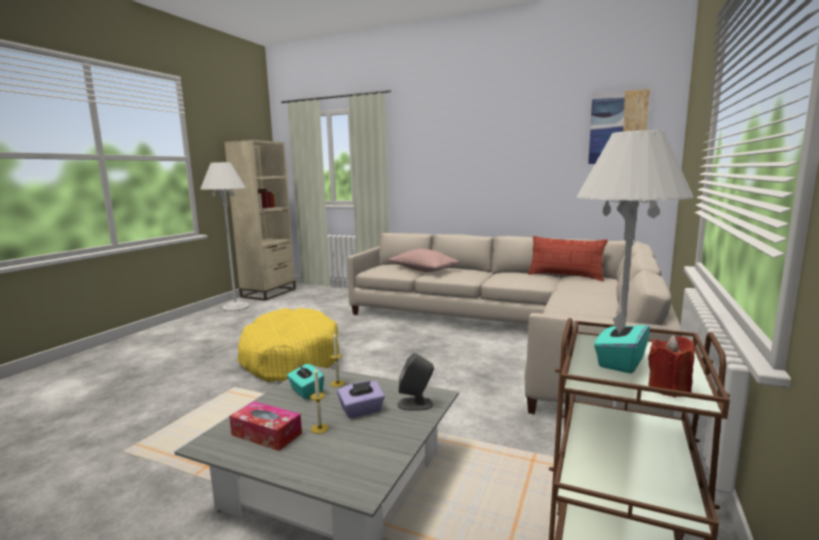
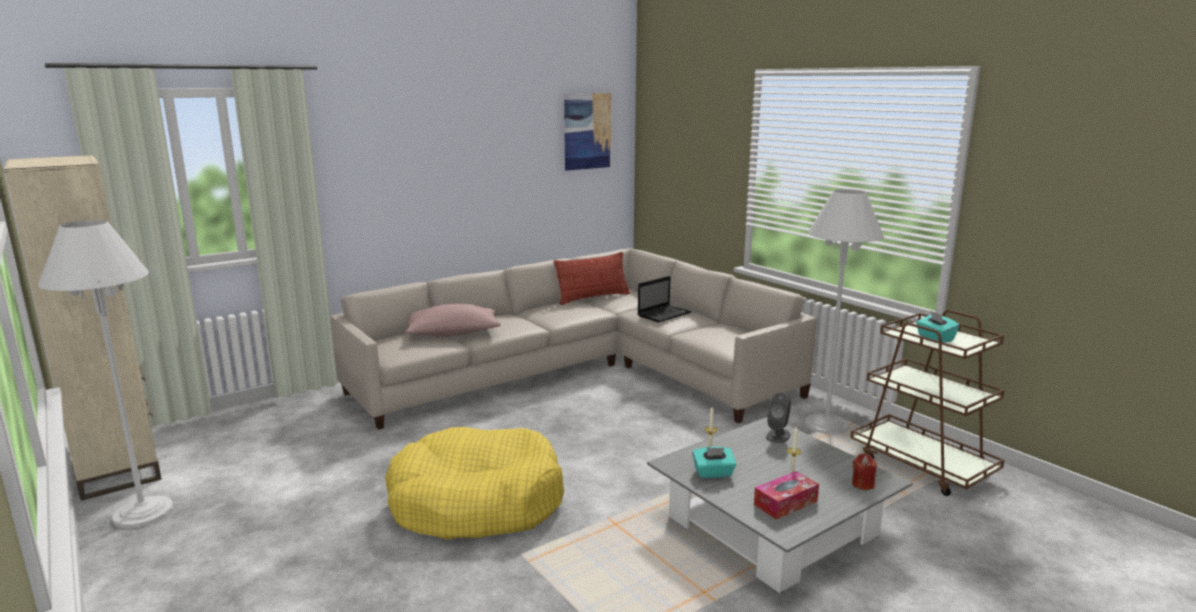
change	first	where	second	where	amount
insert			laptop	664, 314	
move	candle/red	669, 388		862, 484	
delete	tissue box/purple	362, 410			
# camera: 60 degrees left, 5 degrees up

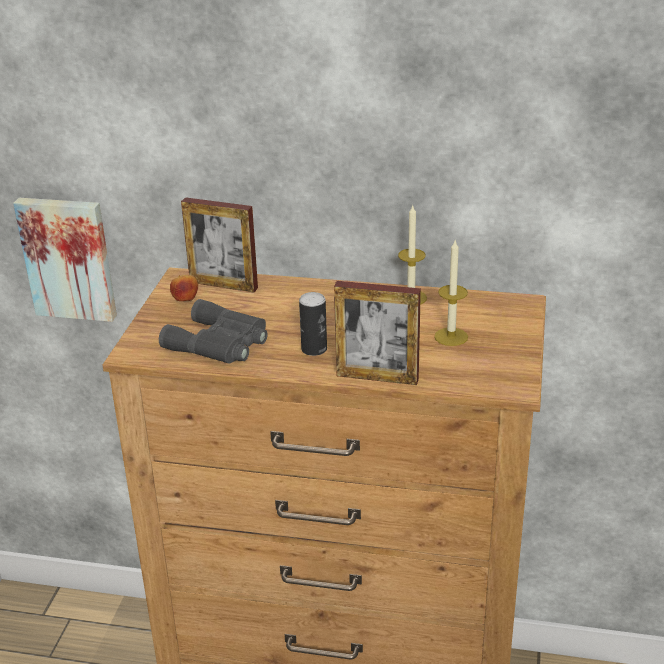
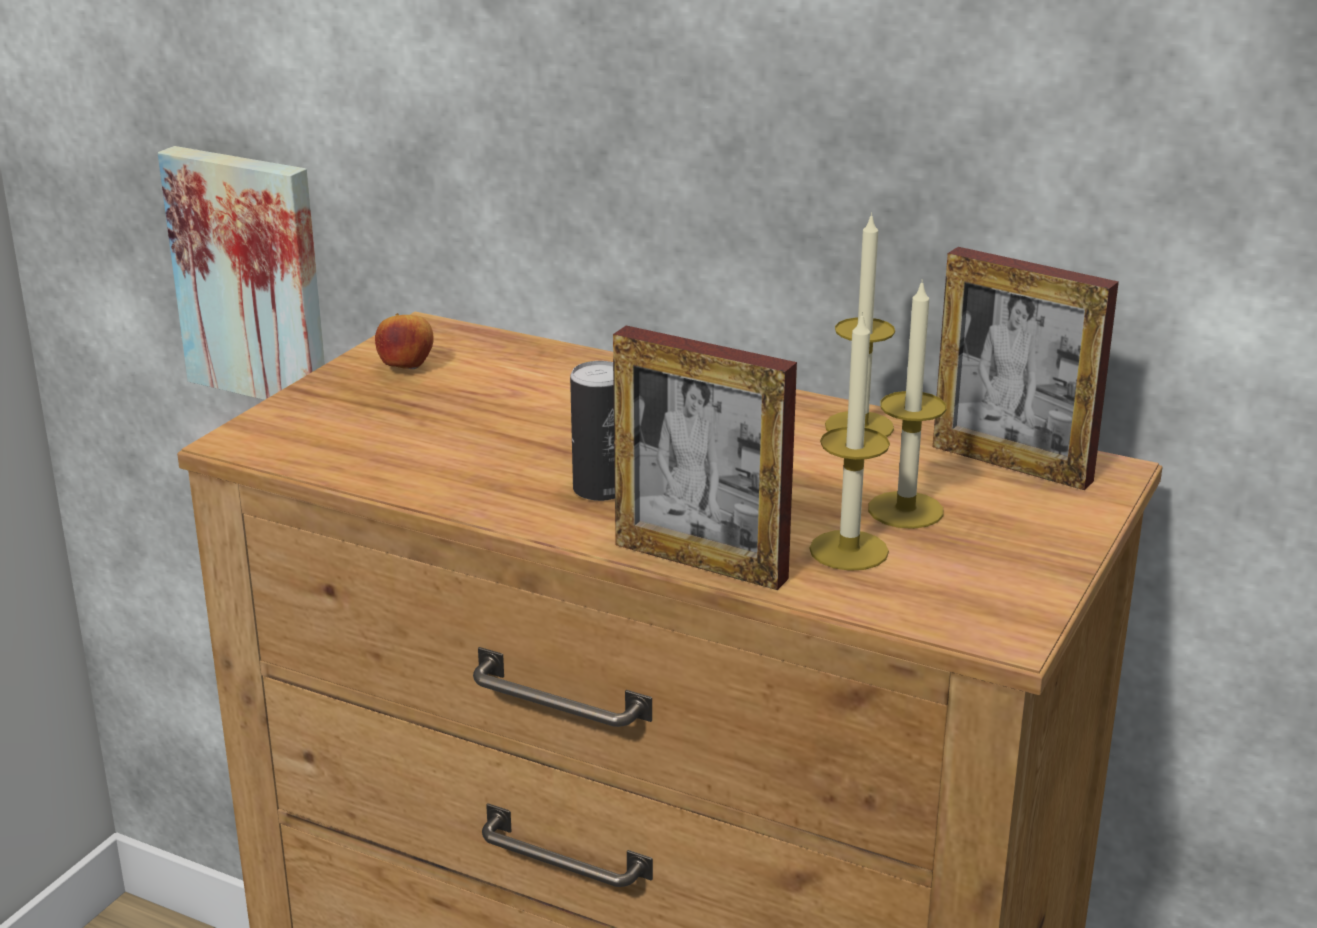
change	first	where	second	where	amount
insert			candle	849, 550	
move	picture frame	223, 285		1011, 464	
delete	binoculars/grey	219, 343			
# camera: 15 degrees right, 5 degrees down

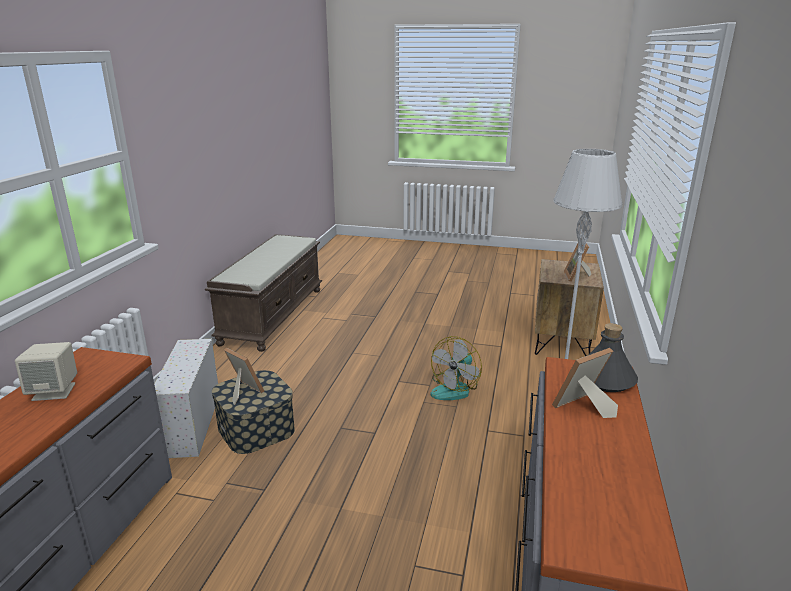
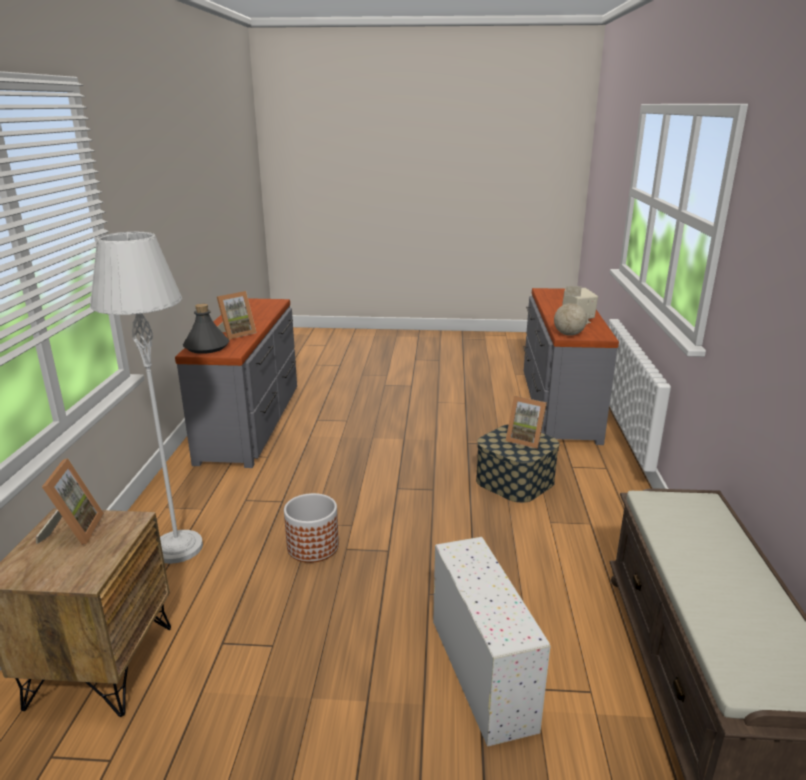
change	first	where	second	where	amount
replace	fan	455, 388	planter	312, 547	
move	storage box/white	192, 424		480, 670	
insert			globe	569, 334	
# camera: 170 degrees right, 0 degrees up

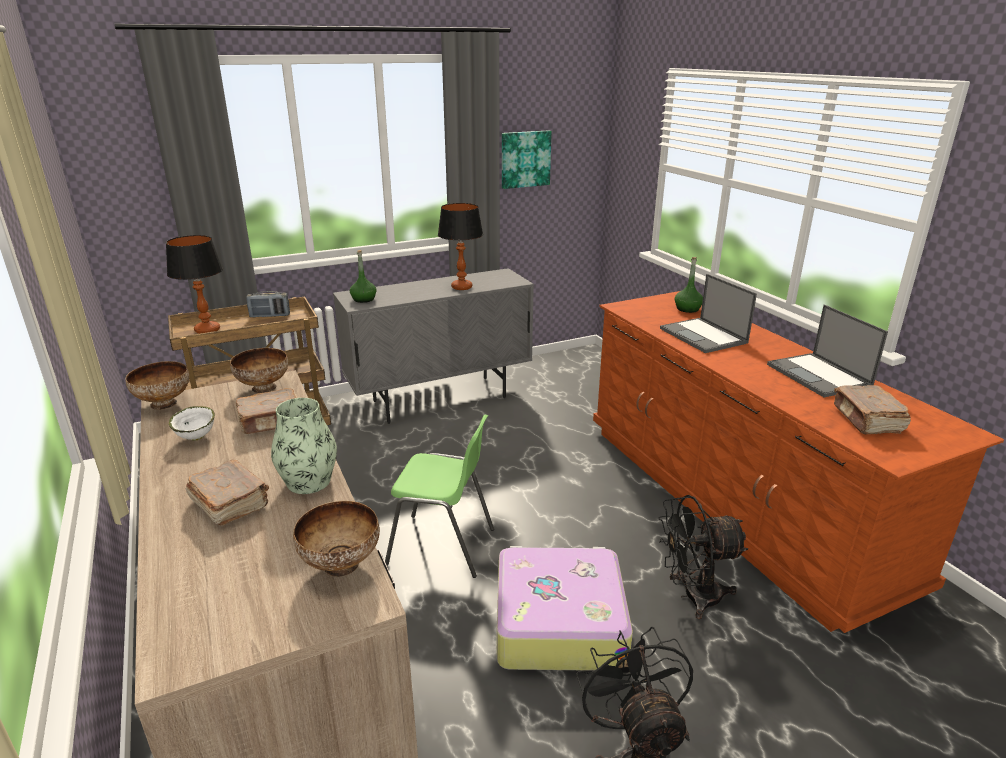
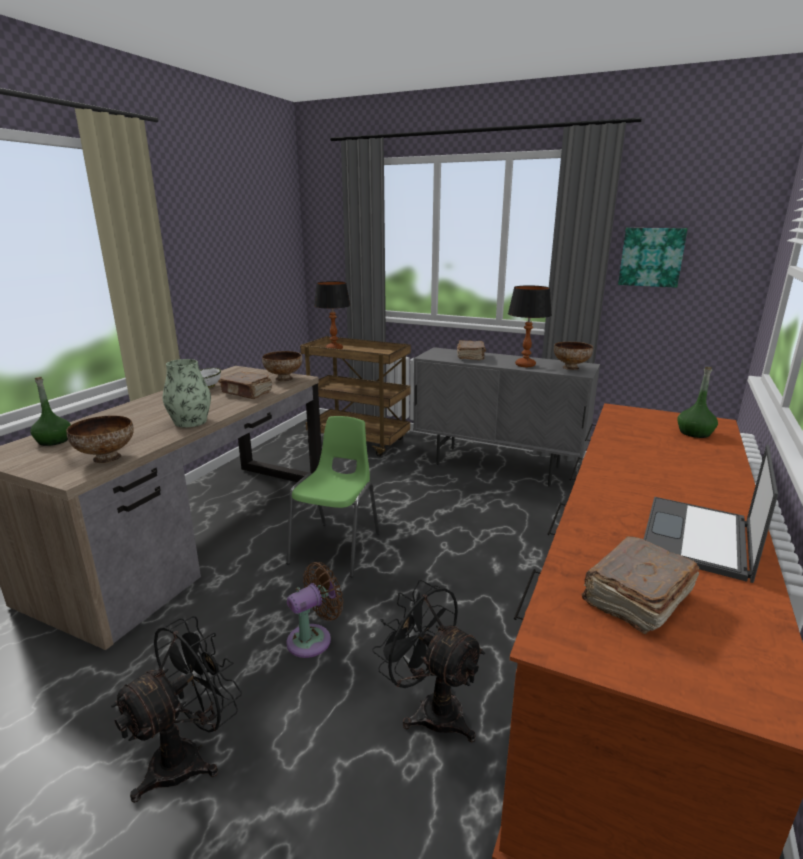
change	first	where	second	where	amount
move	bottle/green	363, 299		53, 441	
rotate	chair/green	442, 546		337, 548	135 degrees counterclockwise
replace	suitcase	558, 621	fan/brown	313, 639	
move	book/brown	230, 503		471, 357	
move	bowl	164, 404		571, 368	
delete	radio	270, 316			
delete	laptop	704, 336			
# camera: 50 degrees right, 5 degrees down

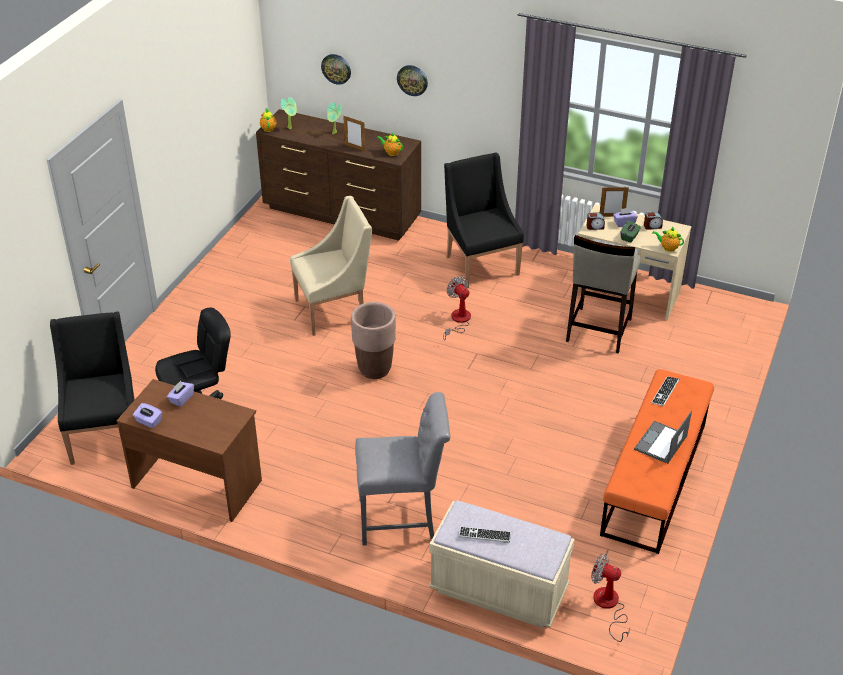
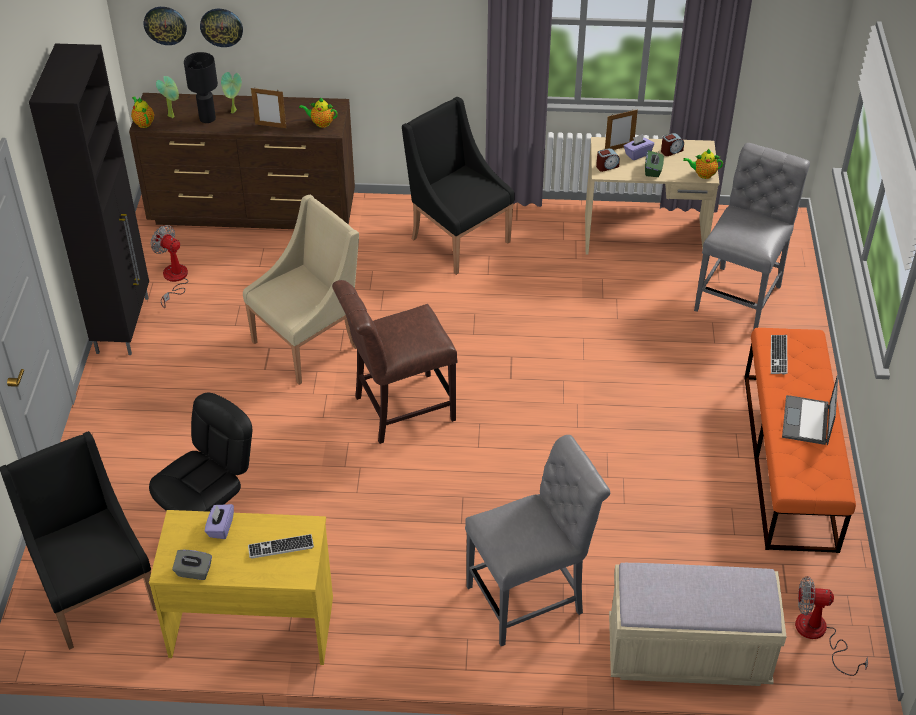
change	first	where	second	where	amount
insert			cabinet/black	123, 324	
move	wall clock	412, 80		165, 25	
recolor	desk/brown	197, 483	desk/yellow	251, 625	
move	fan	458, 321		174, 280	
recolor	tissue box/purple	148, 421	tissue box/grey	194, 572	
insert			table lamp/black	207, 118	
move	keyboard	484, 535		281, 547	
replace	planter/brown	374, 369	chair/brown	398, 409	
insert			chair/grey	741, 295	
delete	stool/beige	598, 330			
# camera: 20 degrees left, 5 degrees up

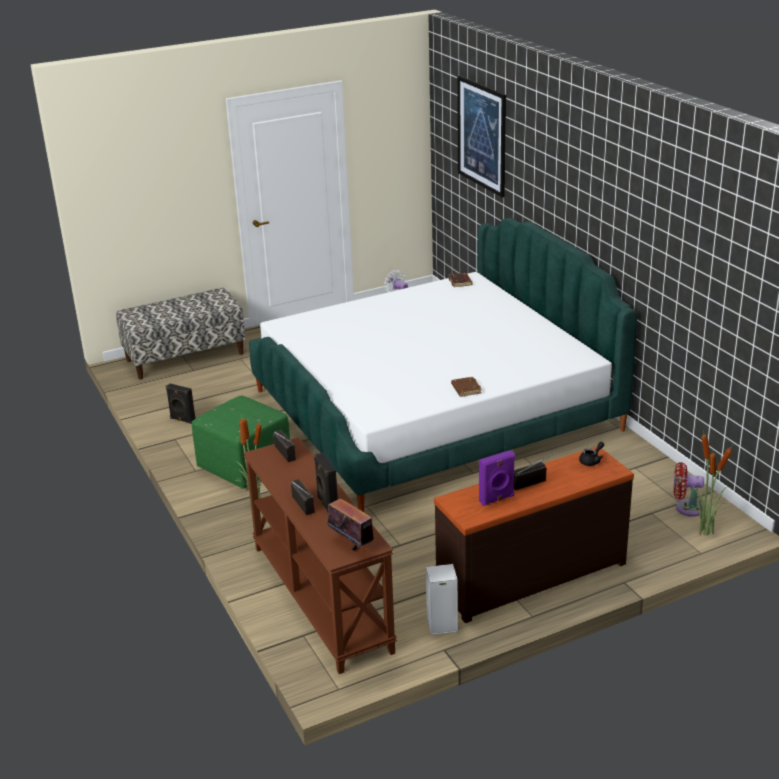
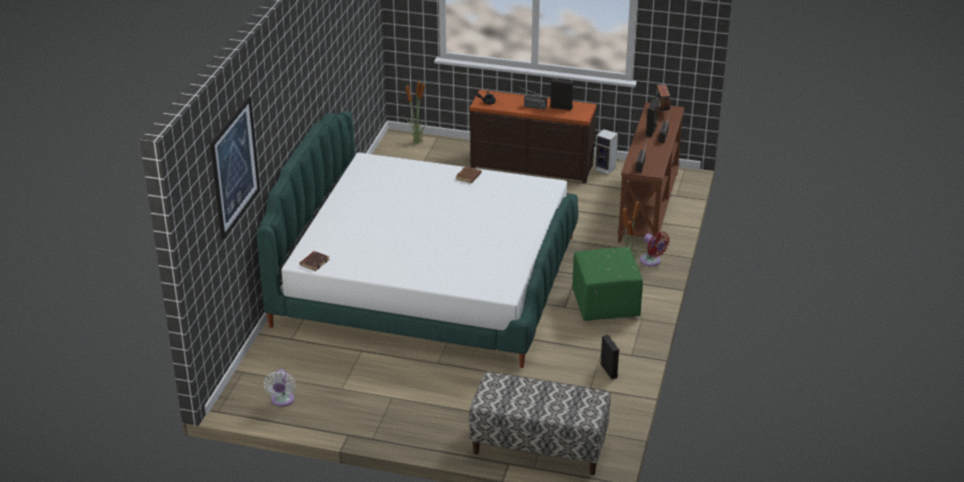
change	first	where	second	where	amount
recolor	speaker/purple	497, 499	speaker/black	561, 107	
move	fan/red	686, 508		652, 261	
# camera: 140 degrees left, 5 degrees up

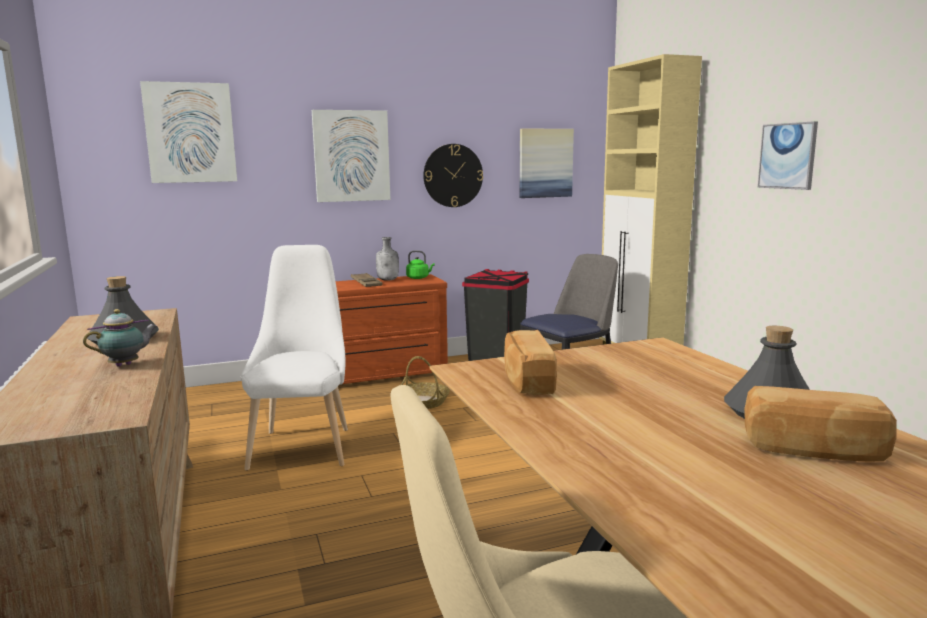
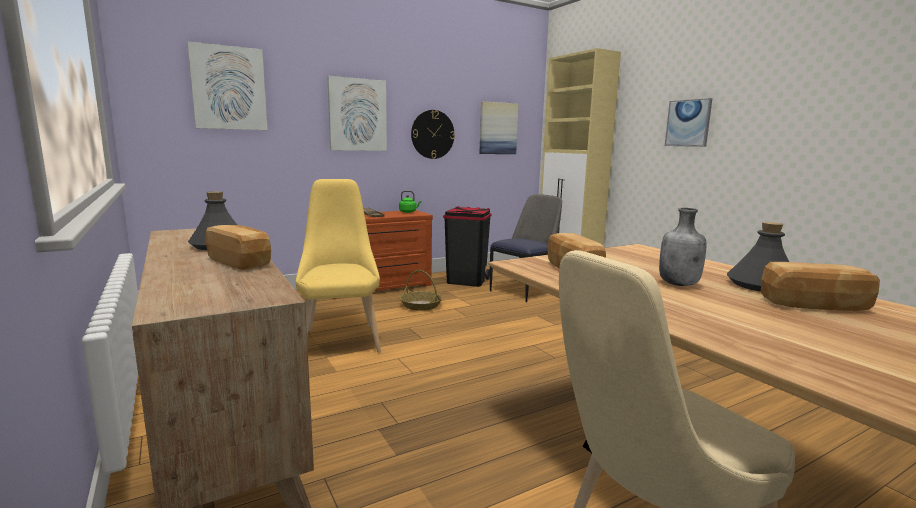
change	first	where	second	where	amount
replace	teapot	126, 365	bread	240, 262	
recolor	chair/white	303, 445	chair/yellow	340, 338	
move	bottle/grey	388, 280		679, 284	
# camera: 10 degrees left, 0 degrees up

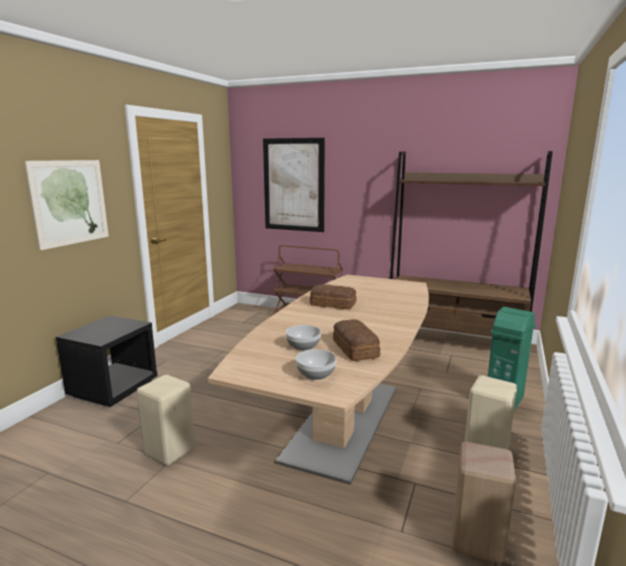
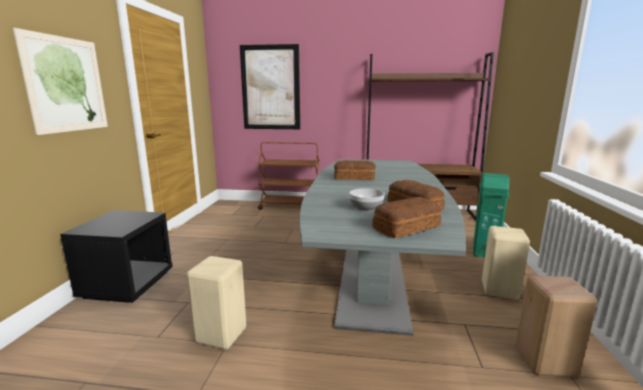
change	first	where	second	where	amount
recolor	dining table/brown	344, 421	dining table/grey	372, 283	
replace	bowl	315, 374	bread	404, 227	
# camera: 15 degrees left, 0 degrees up

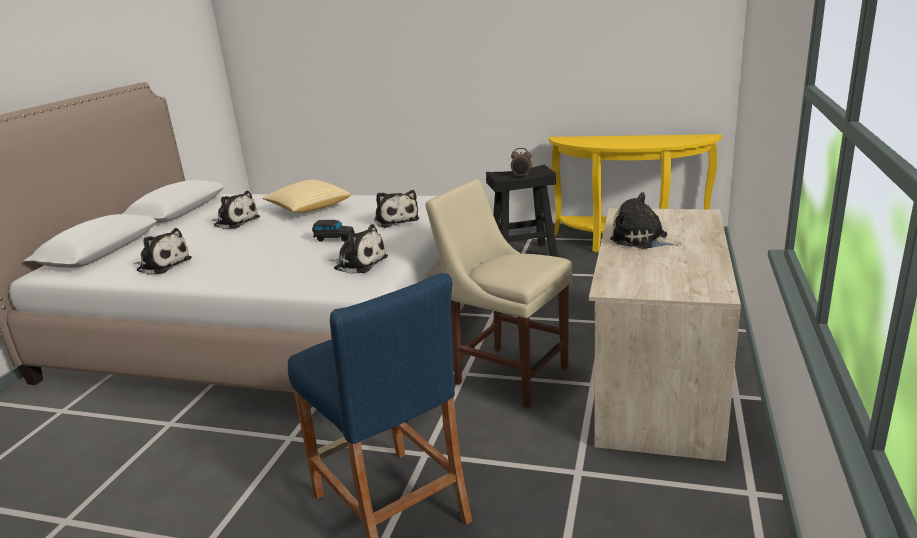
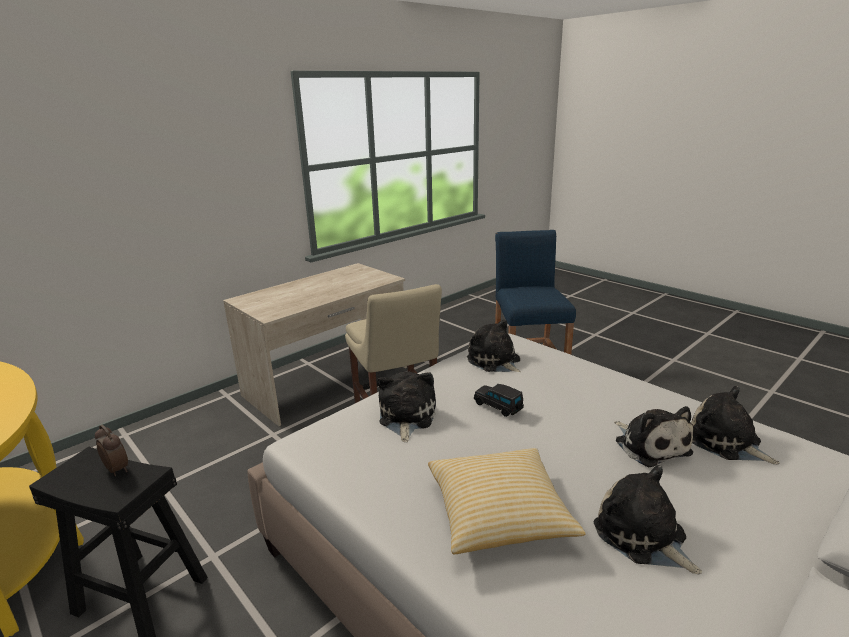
change	first	where	second	where	amount
move	plush toy	642, 239		650, 445	
# camera: 150 degrees left, 0 degrees up

